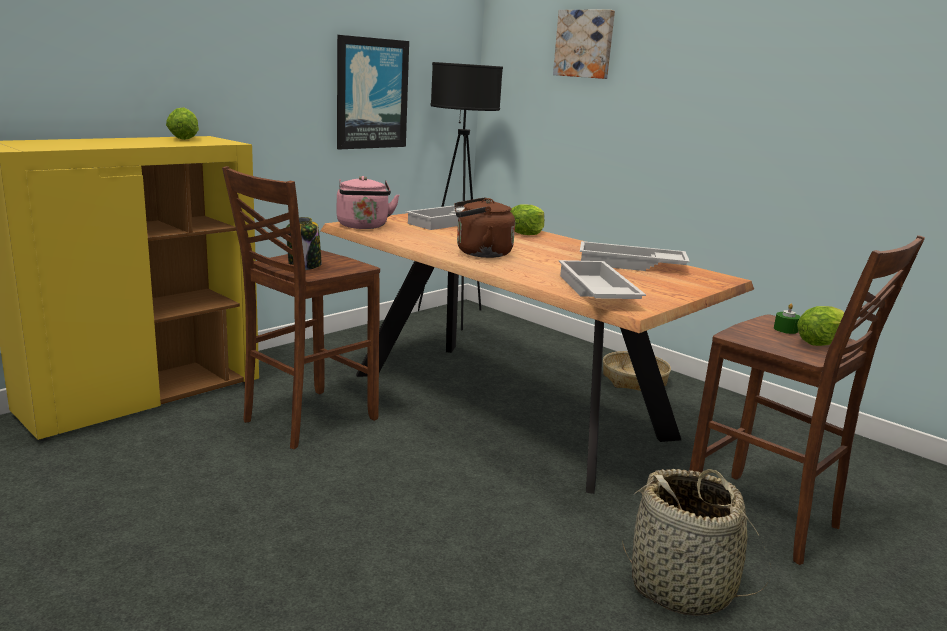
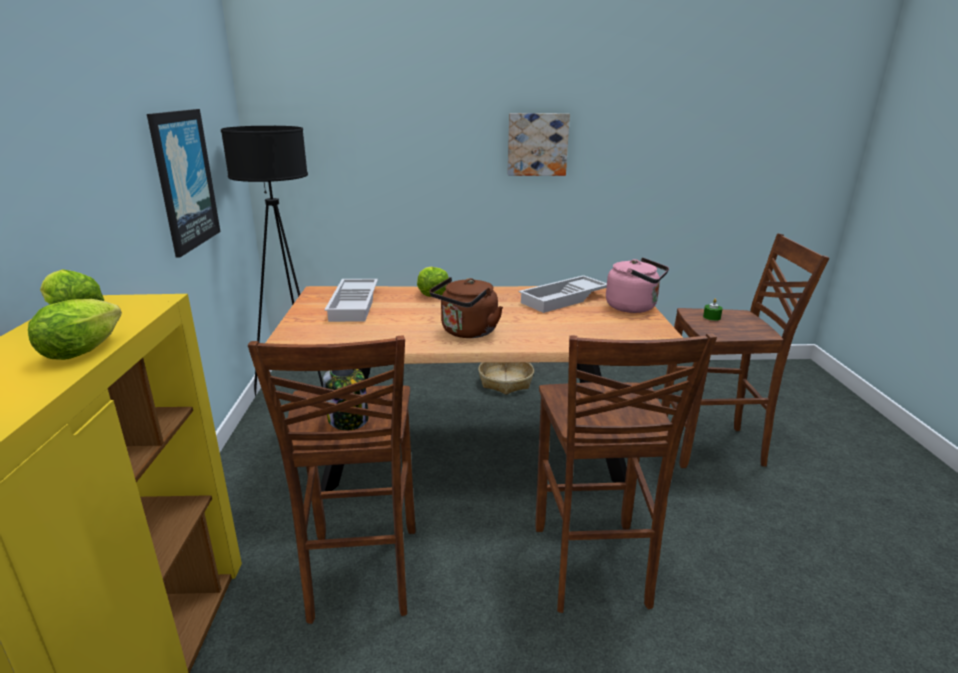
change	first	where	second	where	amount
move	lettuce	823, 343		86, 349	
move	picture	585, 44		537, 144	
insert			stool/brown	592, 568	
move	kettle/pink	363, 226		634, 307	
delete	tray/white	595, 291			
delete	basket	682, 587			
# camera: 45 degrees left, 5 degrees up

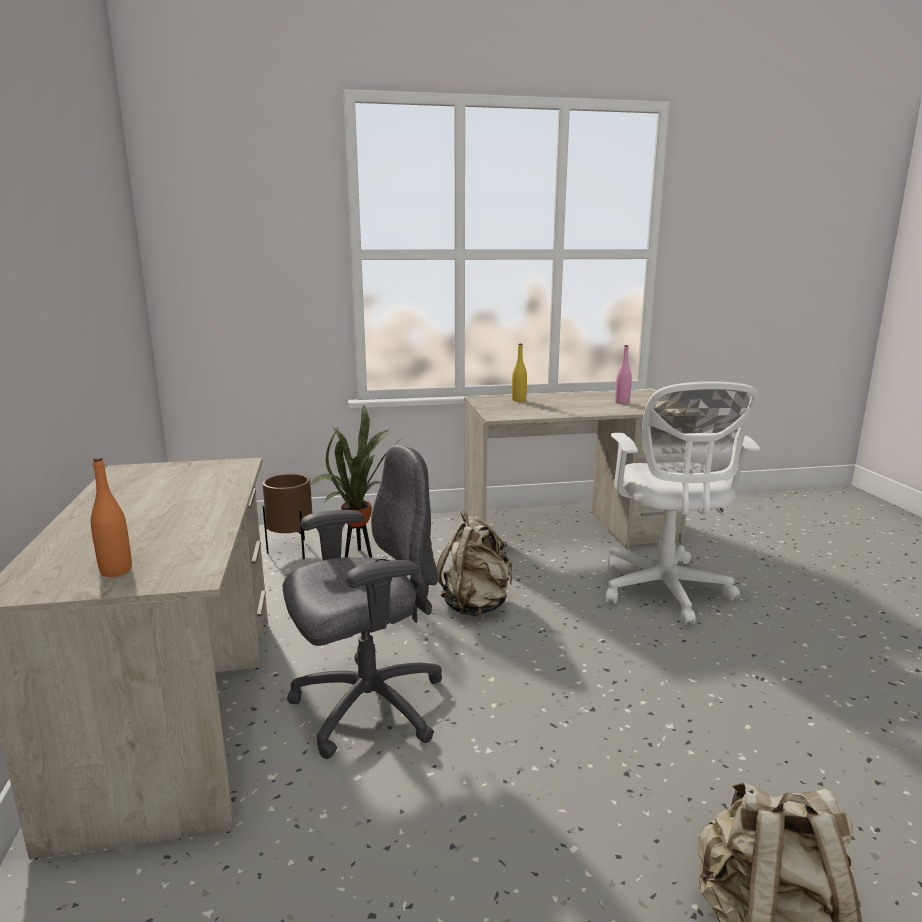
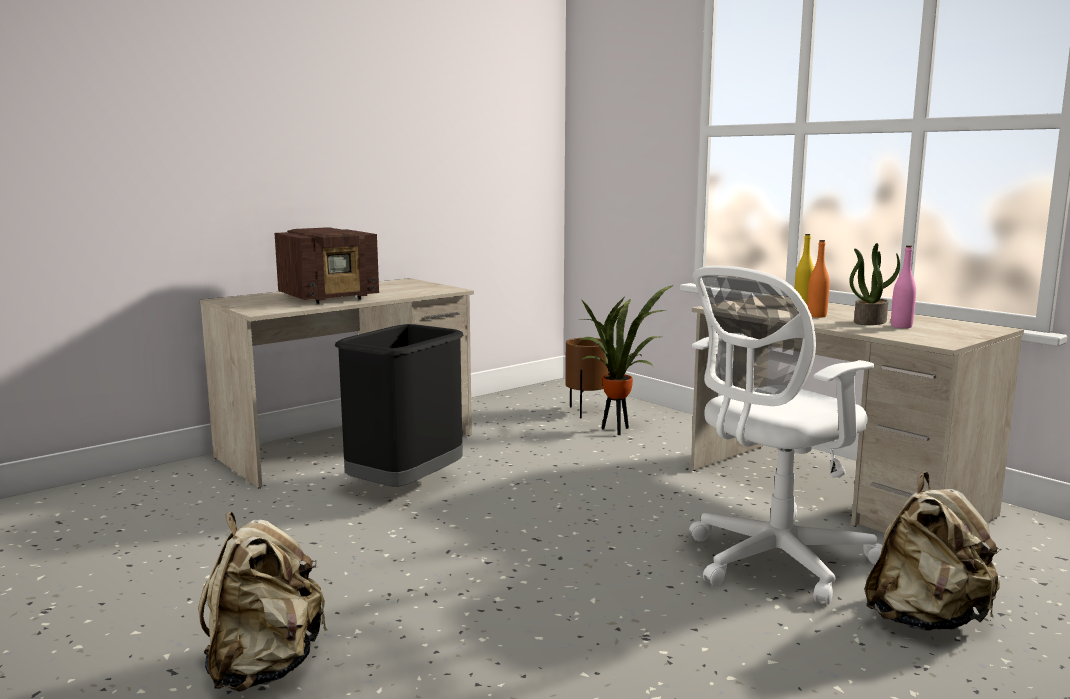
change	first	where	second	where	amount
insert			radio	330, 297	
replace	office chair/grey	366, 706	trash can/black	406, 488	
move	bottle/orange	116, 571		816, 316	
insert			potted plant	869, 321	
move	backpack/beige	476, 605		926, 620	
# camera: 60 degrees right, 5 degrees down

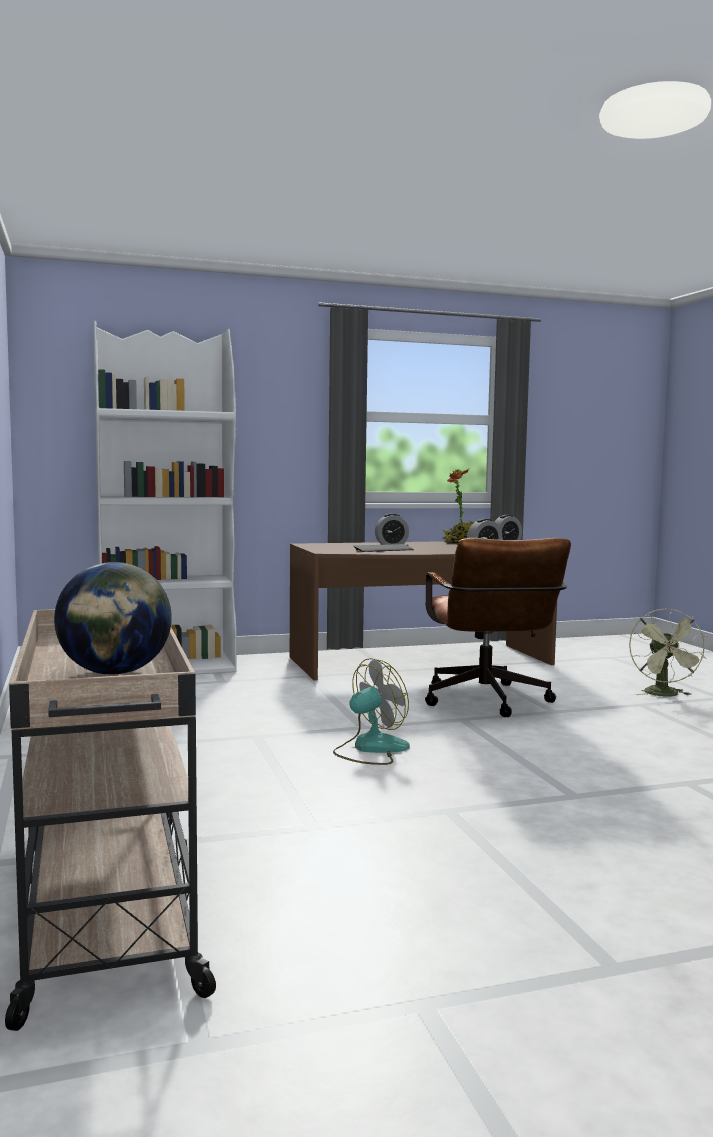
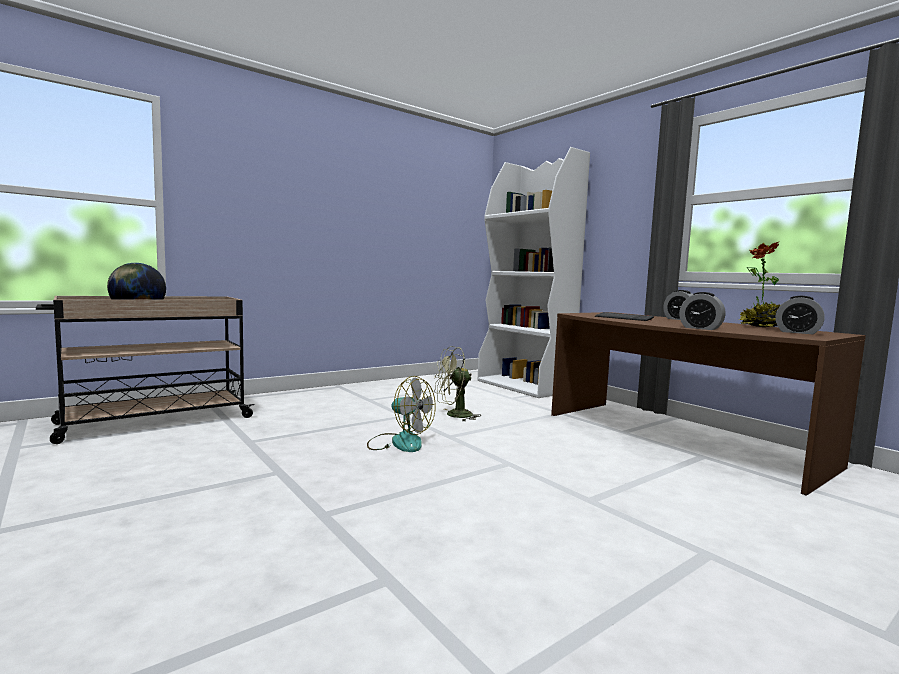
change	first	where	second	where	amount
move	fan/green	665, 695		454, 415	
delete	office chair/brown	488, 703			
# camera: 70 degrees right, 0 degrees up

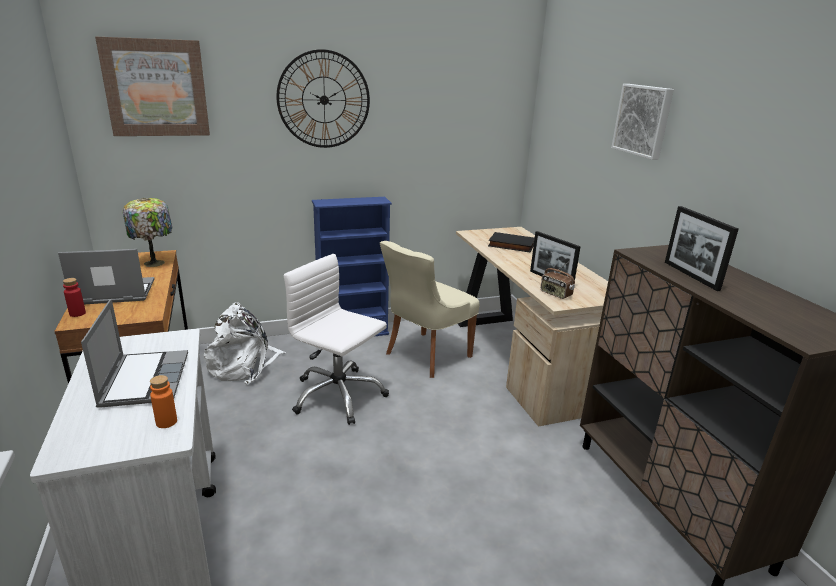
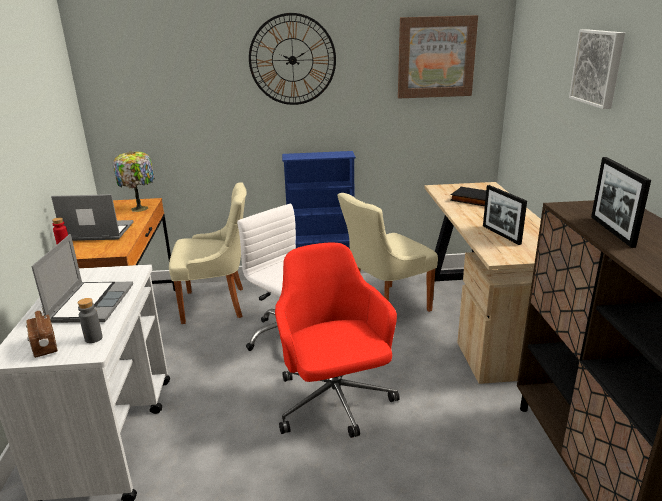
change	first	where	second	where	amount
move	radio	555, 294		44, 347	
recolor	bottle/orange	166, 422	bottle/grey	93, 338	
replace	backpack/white	244, 365	chair/beige	217, 304	
insert			office chair/red	334, 402	
move	picture	156, 88		436, 57	
# camera: 15 degrees right, 0 degrees up

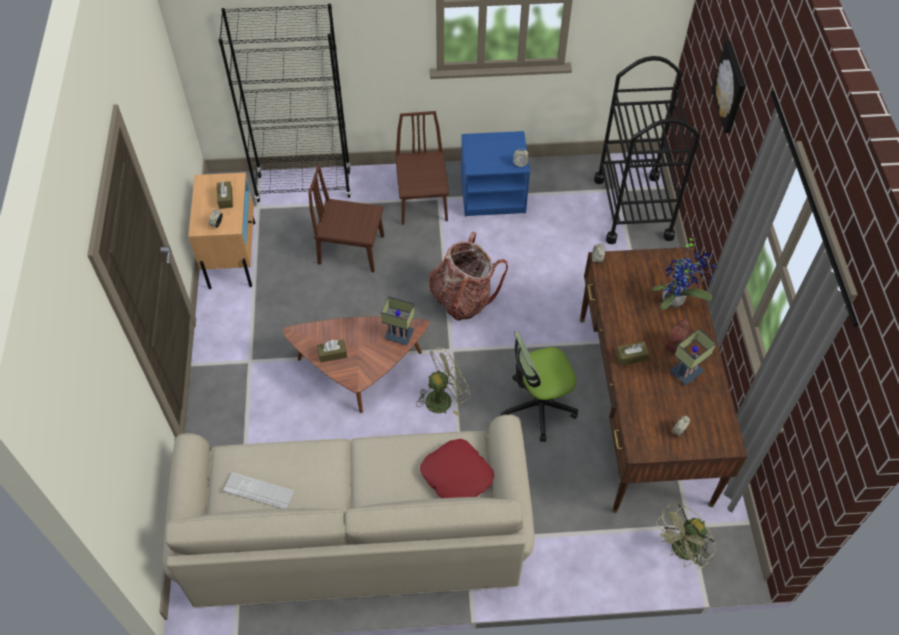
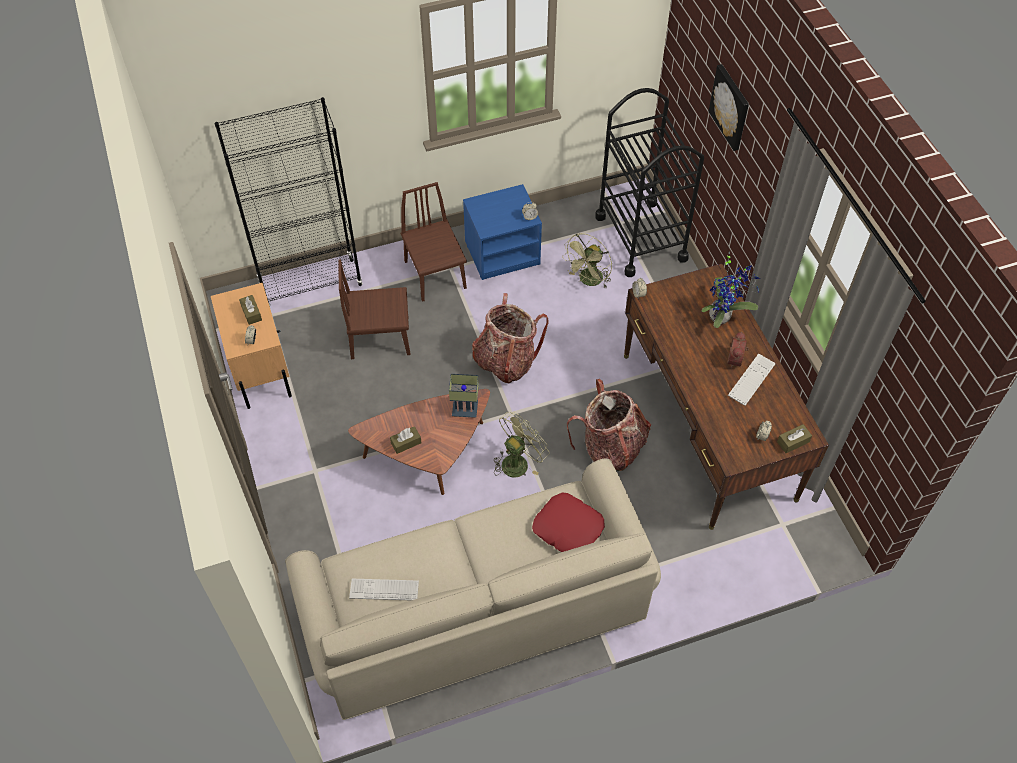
change	first	where	second	where	amount
move	fan/green	681, 551		588, 281	
replace	office chair	538, 406	backpack	610, 447	
replace	table lamp	686, 370	keyboard	751, 380	
move	tissue box/brown	631, 356		793, 442	
# camera: 15 degrees left, 0 degrees up

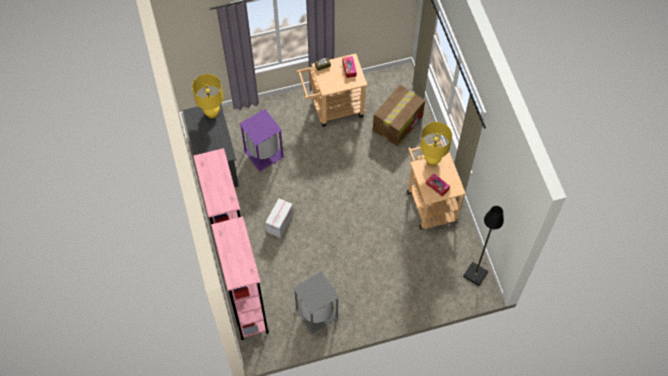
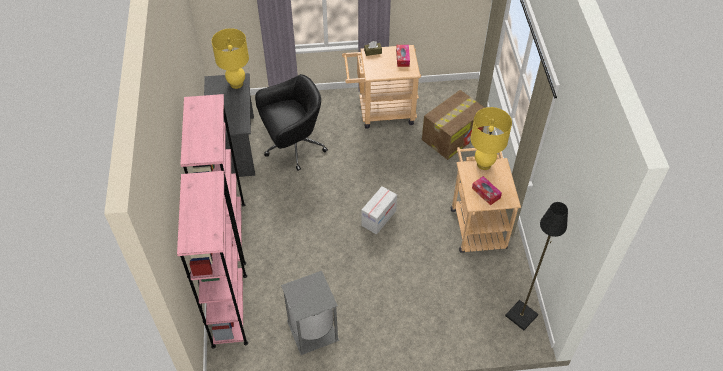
change	first	where	second	where	amount
replace	trash can/purple	264, 154	office chair/black	293, 146	
move	cardboard box	280, 223		379, 218	
# camera: 10 degrees right, 10 degrees down

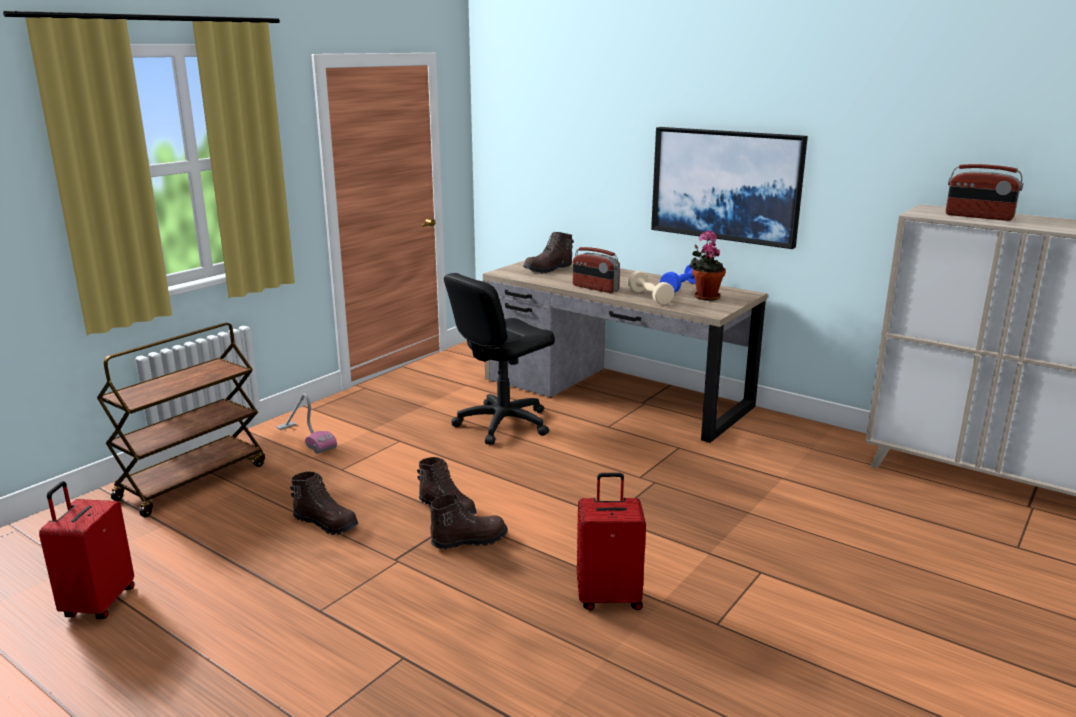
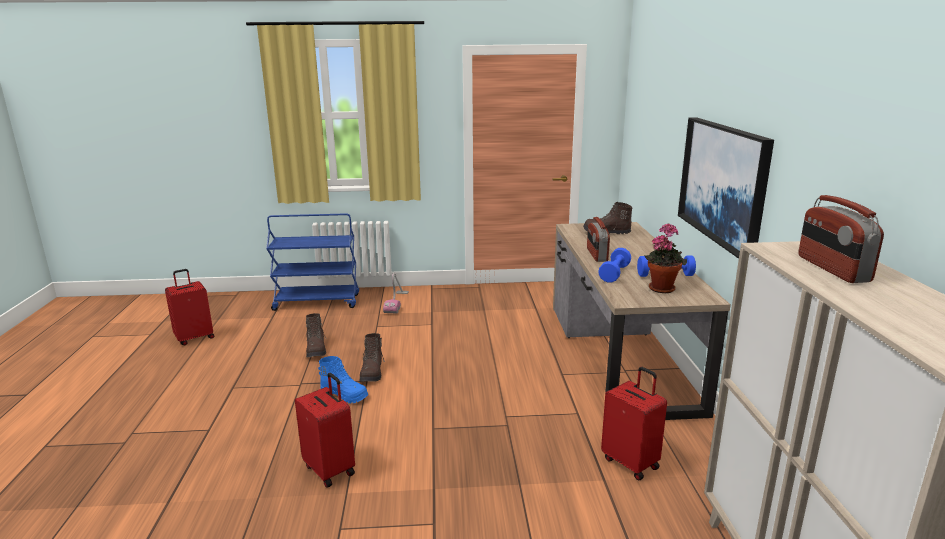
change	first	where	second	where	amount
recolor	cart/brown	192, 481	cart/blue	317, 302	
recolor	boot/brown	469, 540	boot/blue	345, 394	
recolor	dumbbell/beige	650, 297	dumbbell/blue	614, 274	
insert			suitcase/red	631, 462	
delete	office chair/black	503, 424			
# camera: 50 degrees right, 0 degrees up

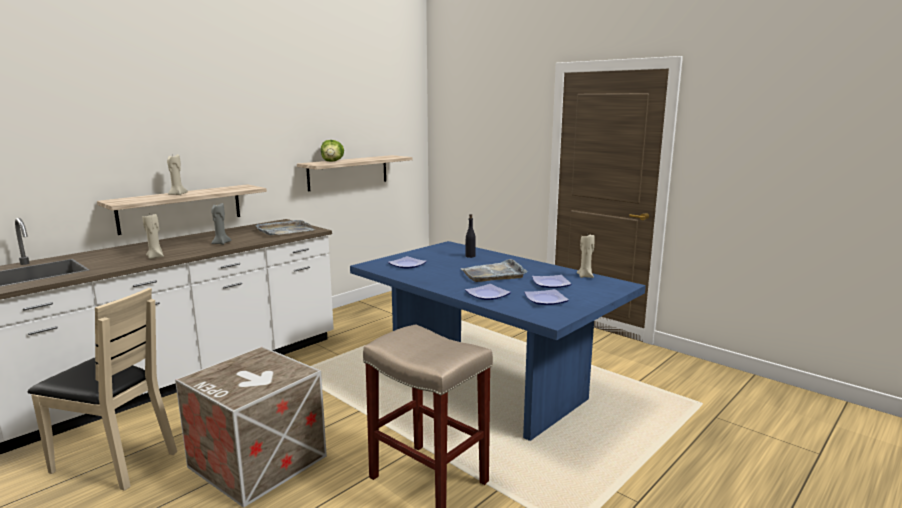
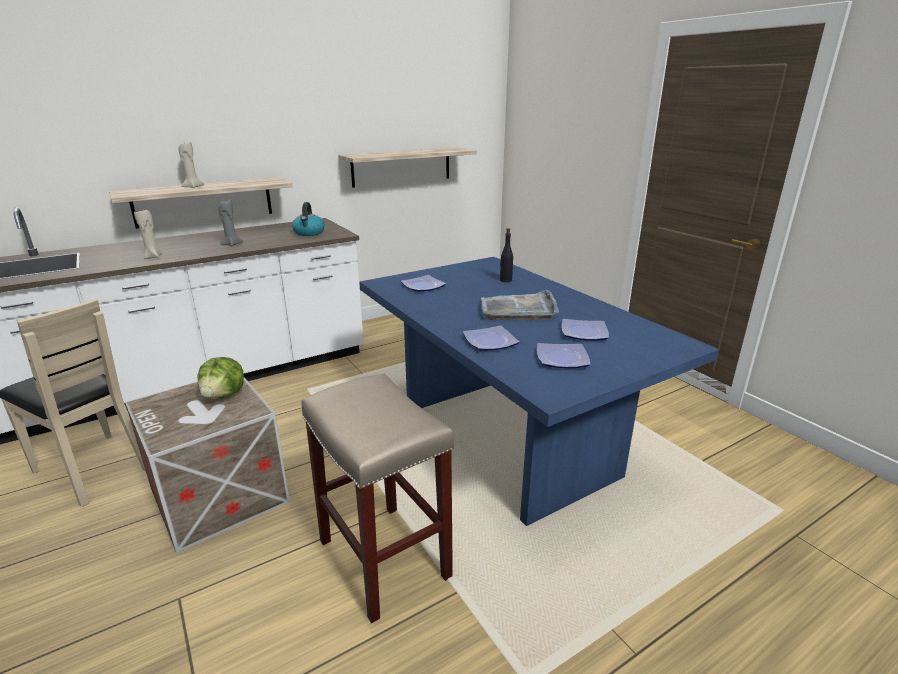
change	first	where	second	where	amount
move	lettuce	332, 161		224, 395	
replace	tray/grey	284, 231	kettle	309, 233	
delete	candle/beige	585, 276			
# camera: 15 degrees right, 10 degrees up

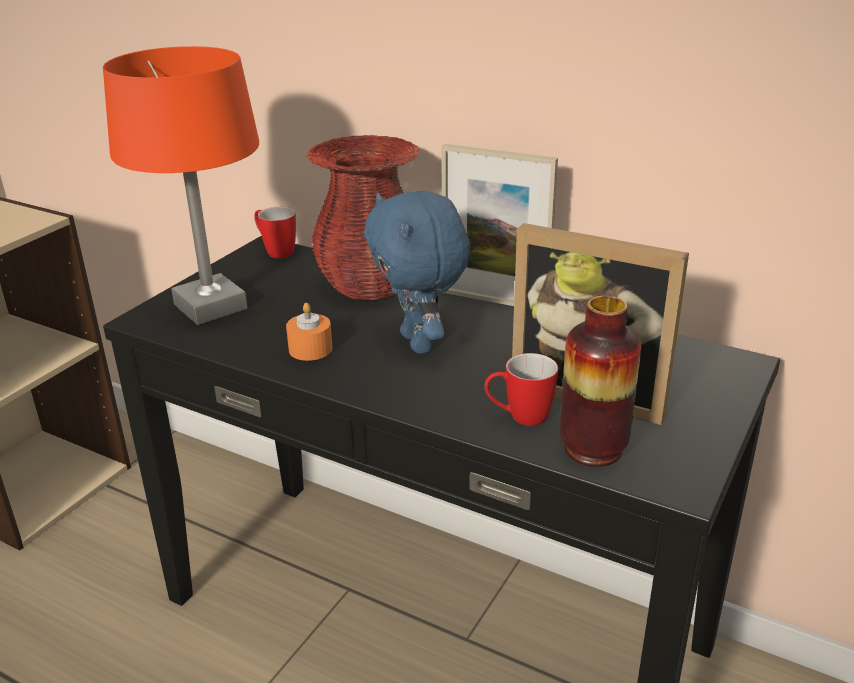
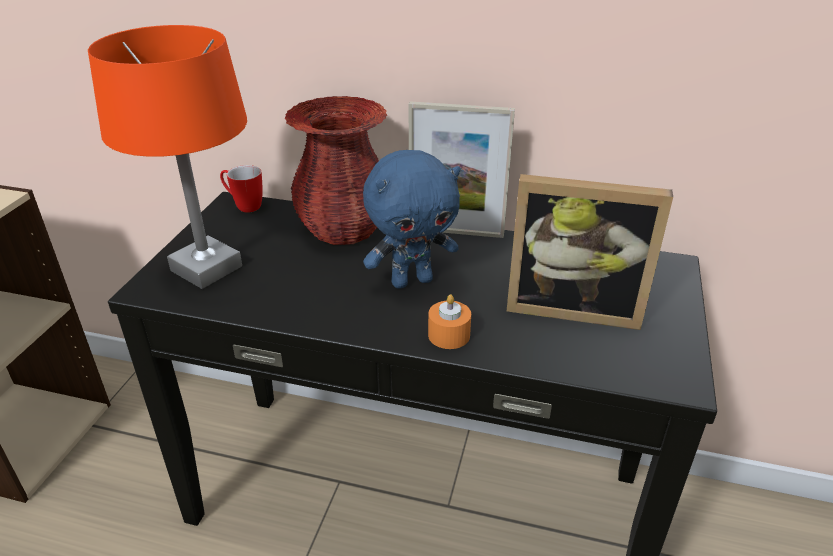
change	first	where	second	where	amount
rotate	plush toy/blue	419, 343		412, 280	75 degrees counterclockwise
move	candle/orange	310, 349		449, 335	
delete	mug	519, 417			
delete	vase	593, 449			
# camera: 15 degrees left, 5 degrees up

